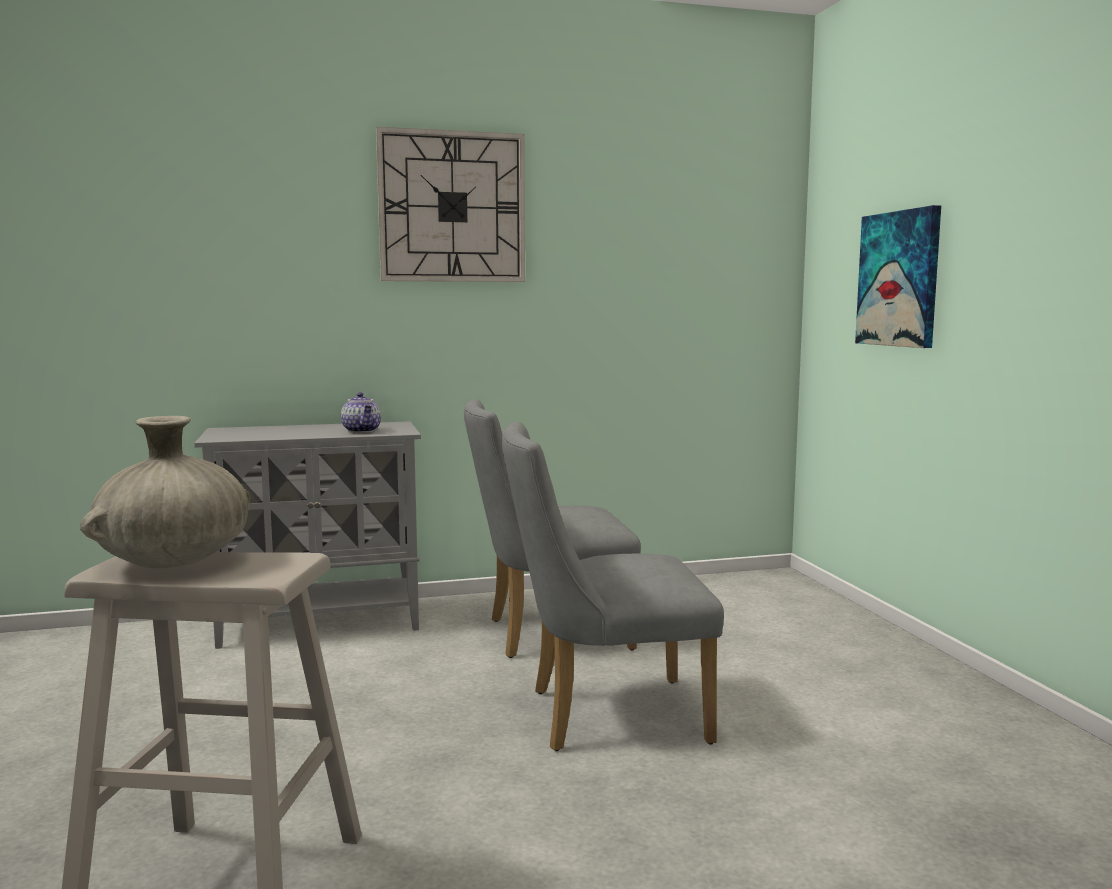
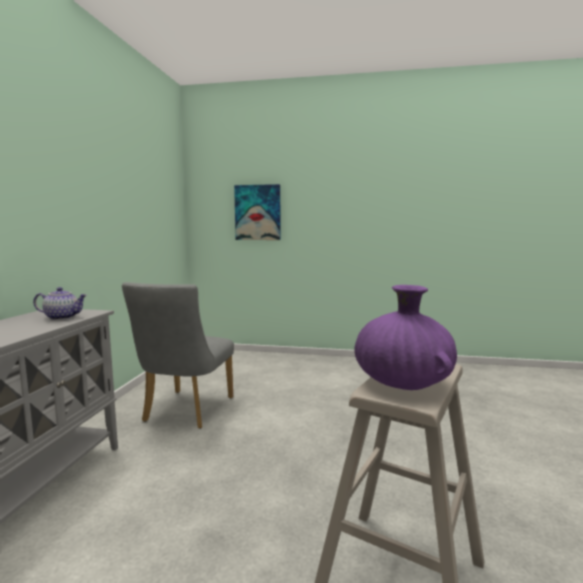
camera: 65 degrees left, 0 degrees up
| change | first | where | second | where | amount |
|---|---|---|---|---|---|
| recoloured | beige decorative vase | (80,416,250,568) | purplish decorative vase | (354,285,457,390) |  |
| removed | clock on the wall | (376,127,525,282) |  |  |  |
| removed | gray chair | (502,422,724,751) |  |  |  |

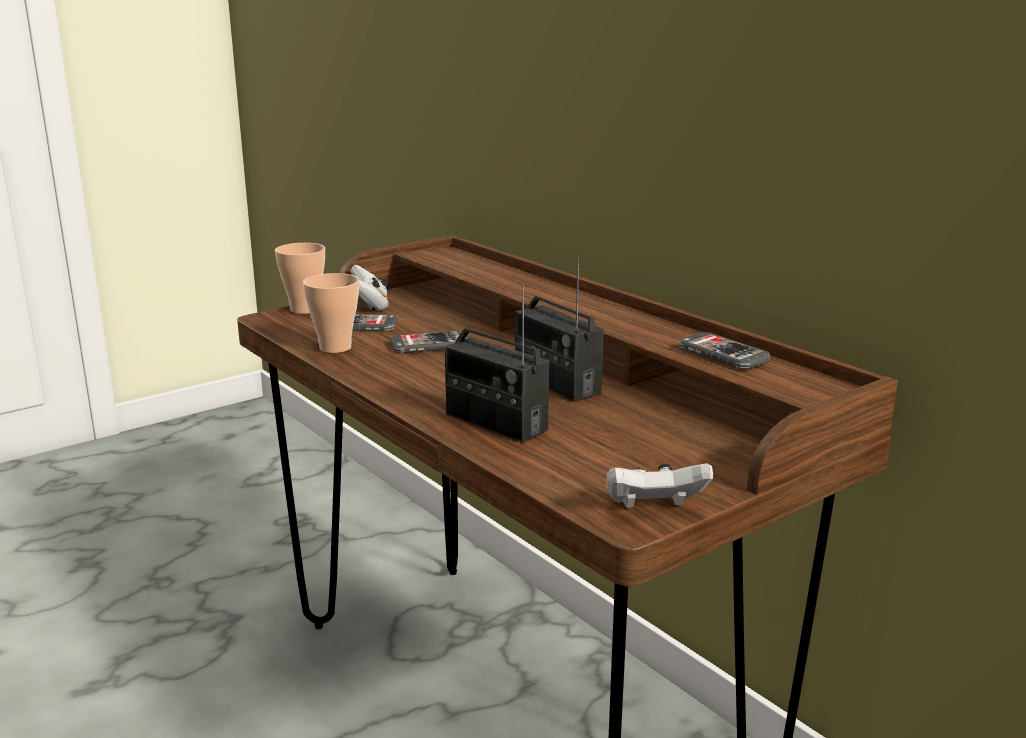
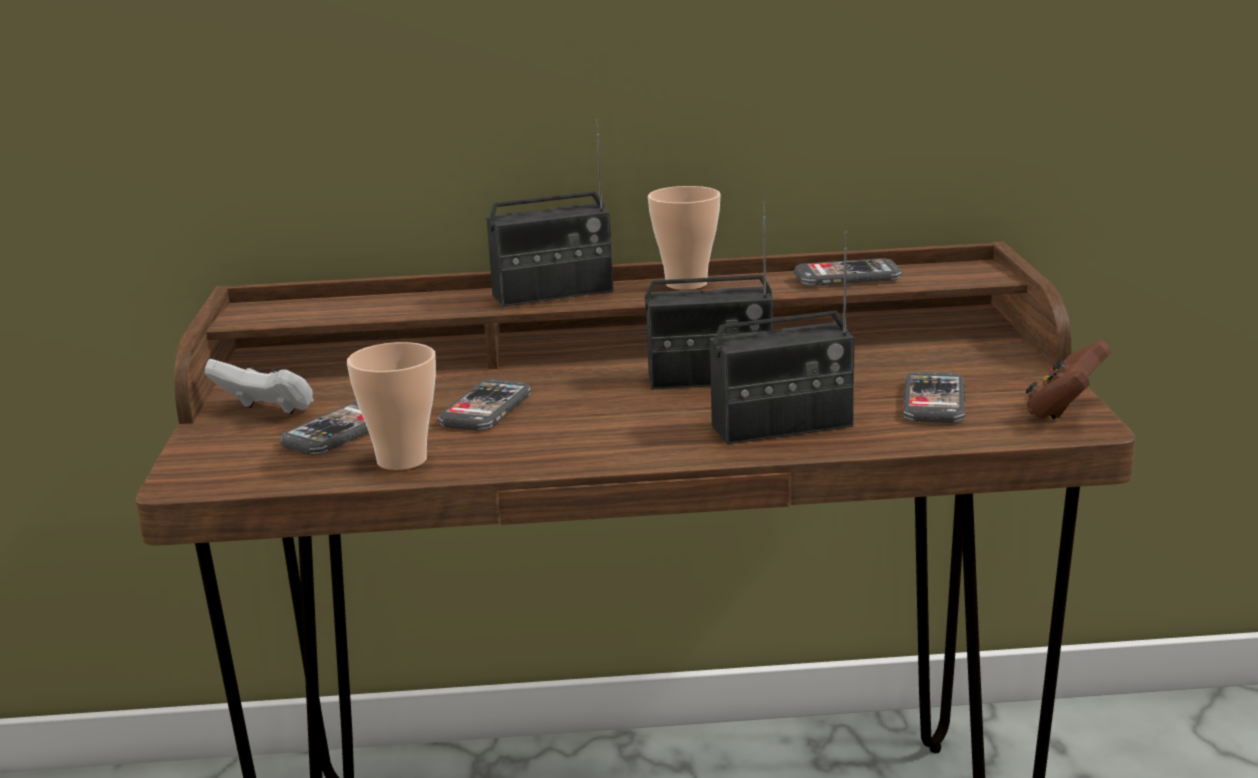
camera: 55 degrees left, 0 degrees up
| change | first | where | second | where | amount |
|---|---|---|---|---|---|
| added |  |  | radio | (486,119,613,307) |  |
| moved | cup | (275,243,325,314) |  | (648,186,721,290) |  |
| added |  |  | phone | (903,372,965,423) |  |
| recoloured | white-coloured joypad | (606,463,713,508) | brown-coloured joypad | (1026,340,1111,420) |  |

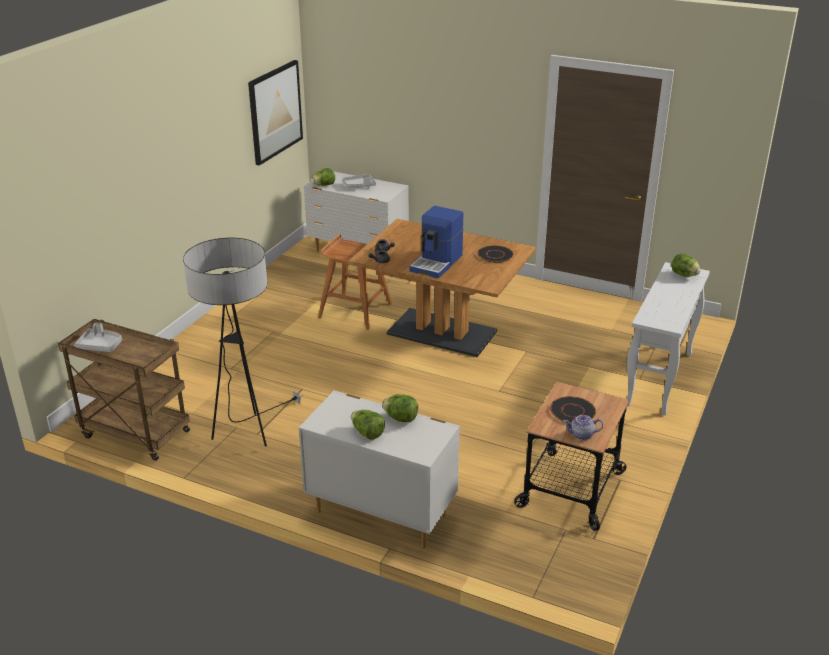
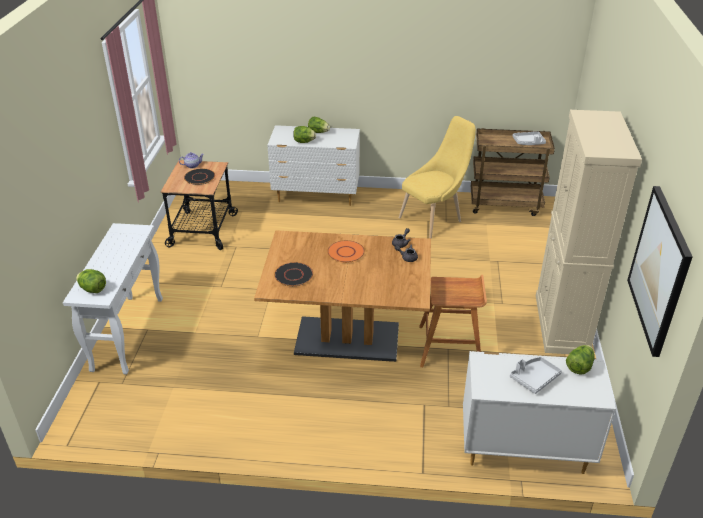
camera: 160 degrees right, 5 degrees up
| change | first | where | second | where | amount |
|---|---|---|---|---|---|
| replaced | coffee brewer | (410,206,464,278) | orange-coloured dinner plate | (327,240,365,263) |  |
| replaced | standing lamp | (183,238,303,447) | yellowish chair | (399,116,476,238) |  |
| added |  |  | beige cupboard | (536,110,642,354) |  |

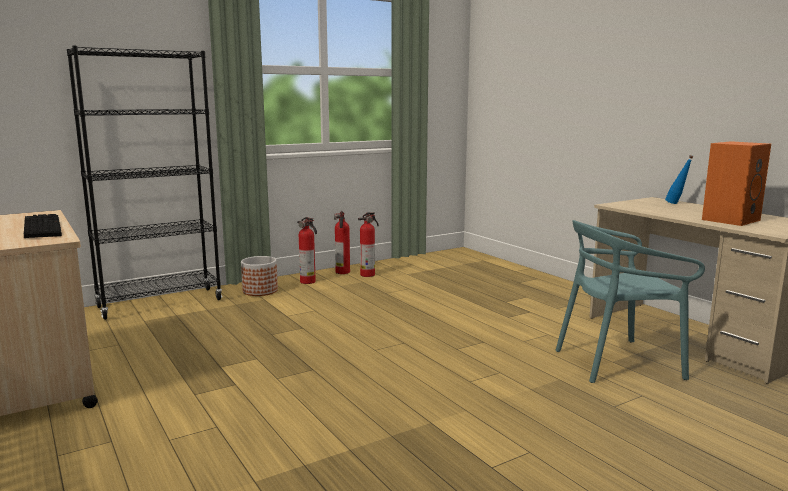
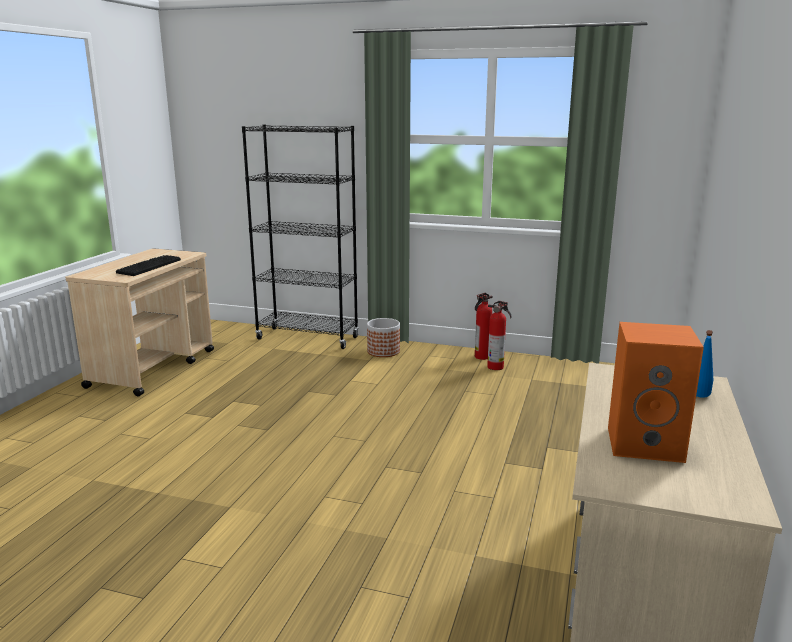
camera: 50 degrees right, 5 degrees up
| change | first | where | second | where | amount |
|---|---|---|---|---|---|
| removed | fire-fighting cylinder | (297,217,317,284) |  |  |  |
| removed | turquoise chair | (556,220,705,383) |  |  |  |

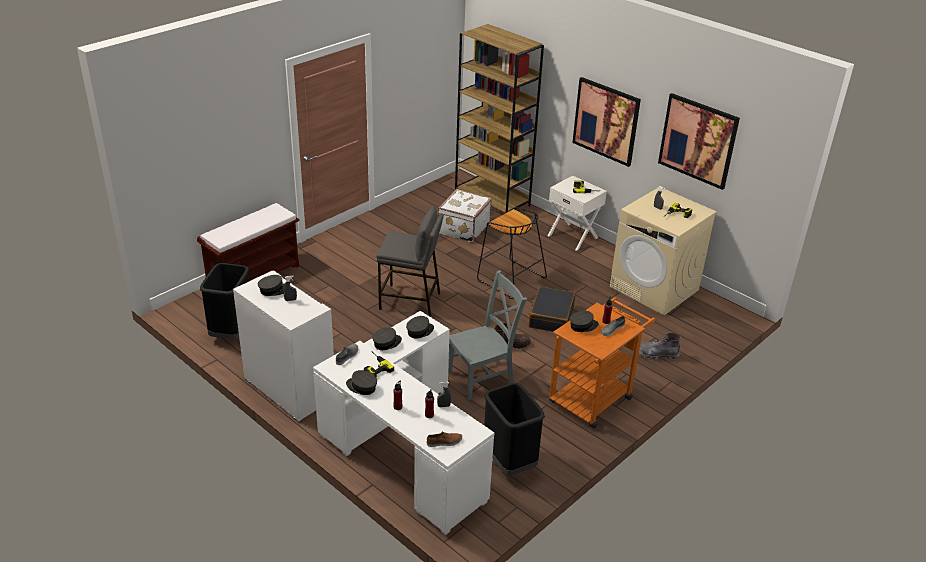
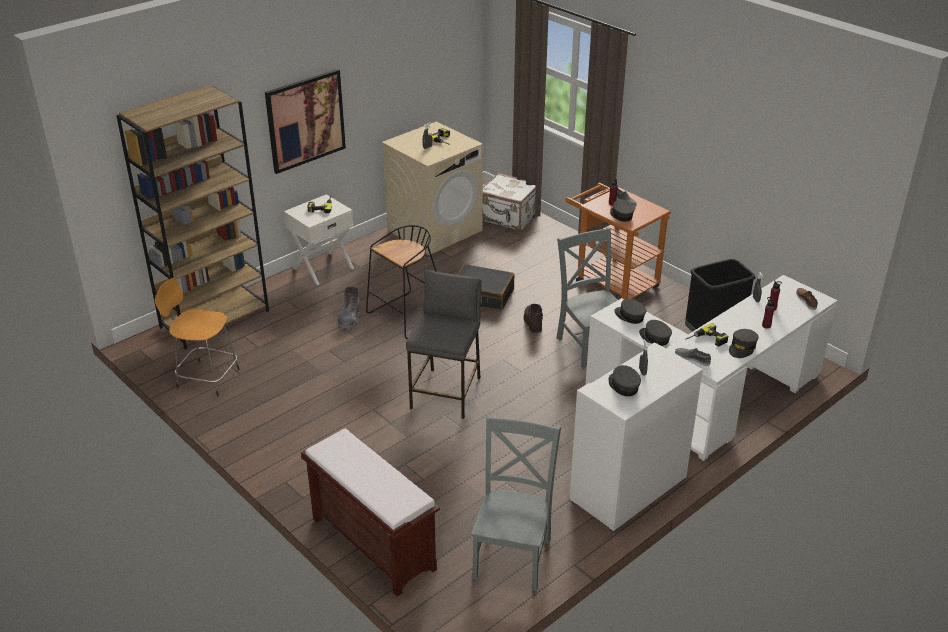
camera: 85 degrees left, 0 degrees up
| change | first | where | second | where | amount |
|---|---|---|---|---|---|
| added |  |  | orange-coloured stool | (155,278,240,397) |  |
| moved | gray high-top boot | (639,333,681,360) |  | (338,286,360,330) |  |
| replaced | blackish trash can | (200,263,249,339) | gray chair | (471,415,561,591) |  |
| moved | white-coloured travel case | (438,189,492,243) |  | (483,173,536,231) |  |
| removed | wall picture | (658,93,740,190) |  |  |  |

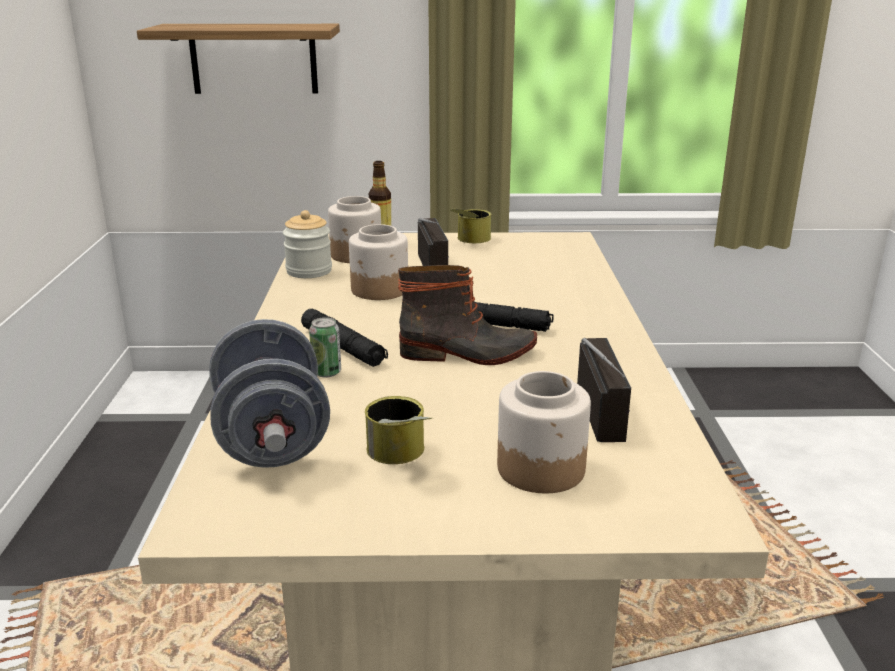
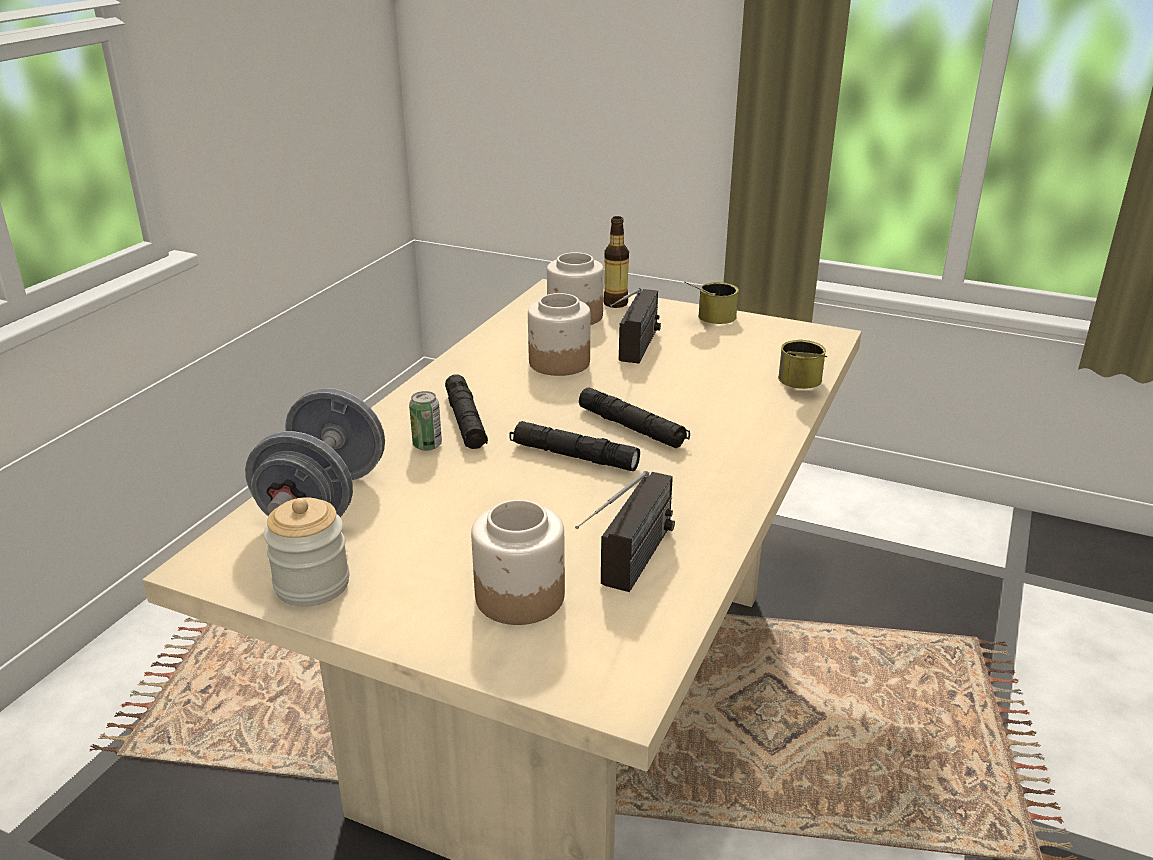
camera: 25 degrees right, 5 degrees up
| change | first | where | second | where | amount |
|---|---|---|---|---|---|
| moved | jar | (283,210,332,278) |  | (264,497,349,607) |  |
| replaced | high-top boot | (398,265,537,365) | blackish torch | (509,421,640,471) |  |
| moved | can | (365,396,432,464) |  | (778,340,827,389) |  |
| removed | bracket shelf | (137,24,340,94) |  |  |  |

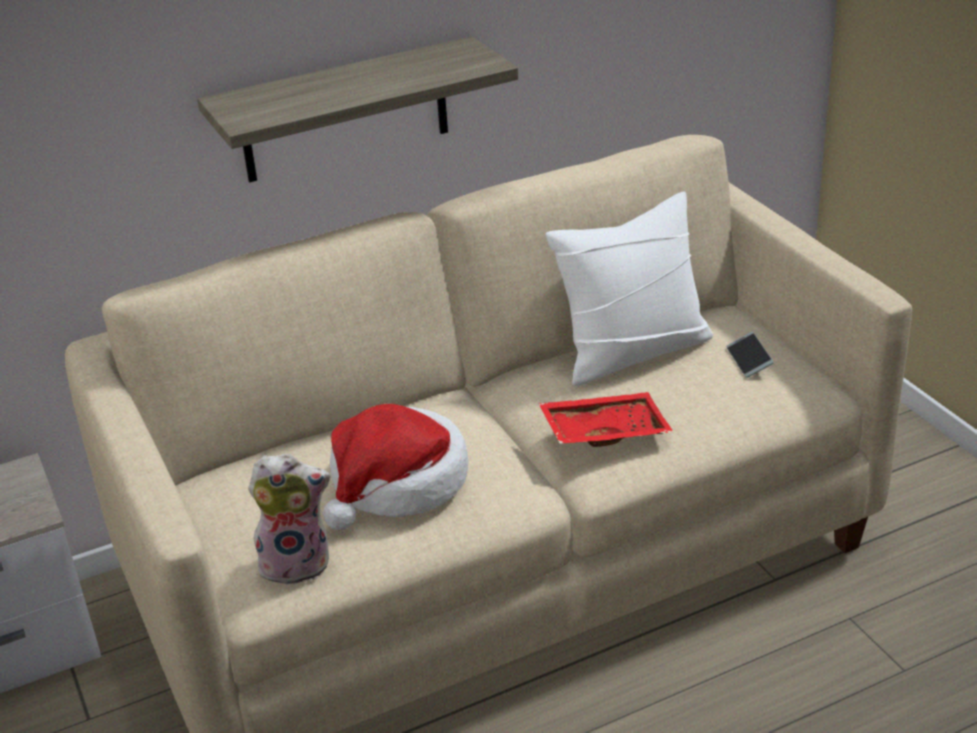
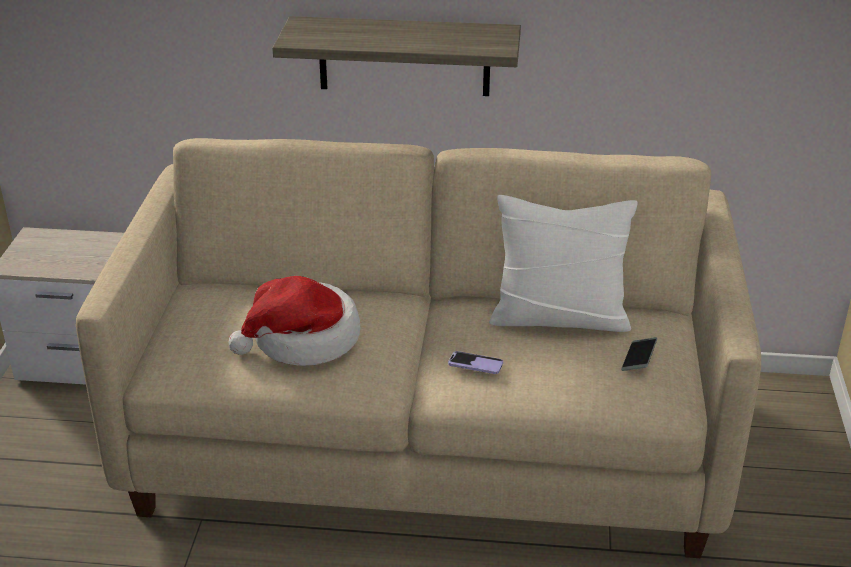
camera: 30 degrees right, 0 degrees up
| change | first | where | second | where | amount |
|---|---|---|---|---|---|
| replaced | reddish serving tray | (538,392,673,447) | phone | (448,351,503,374) |  |
| removed | soft toy | (248,454,330,585) |  |  |  |

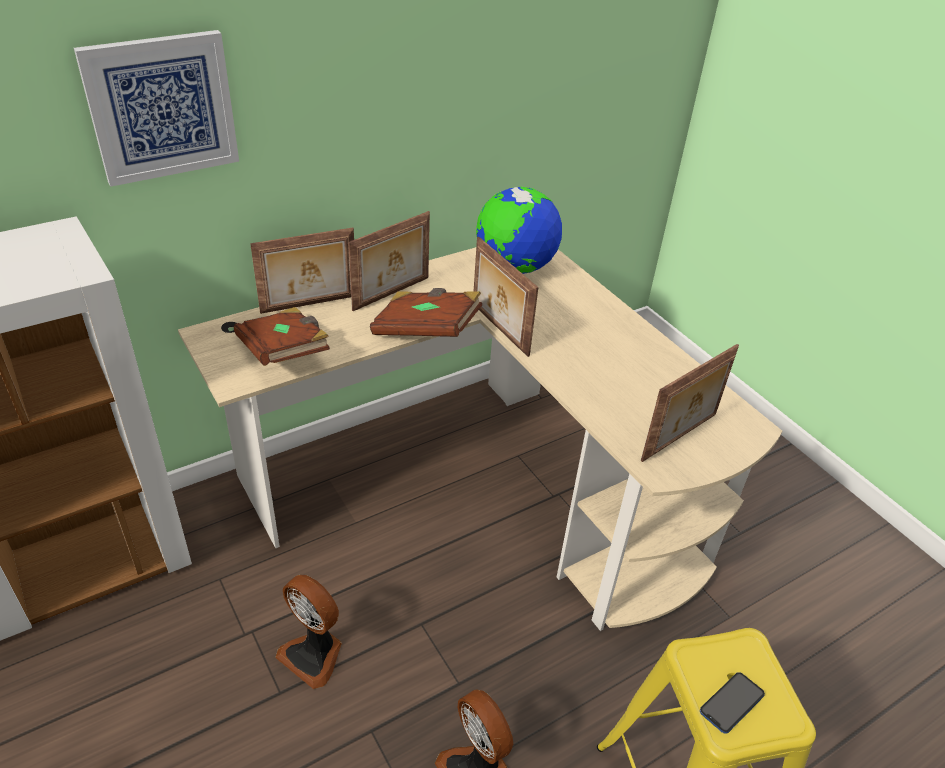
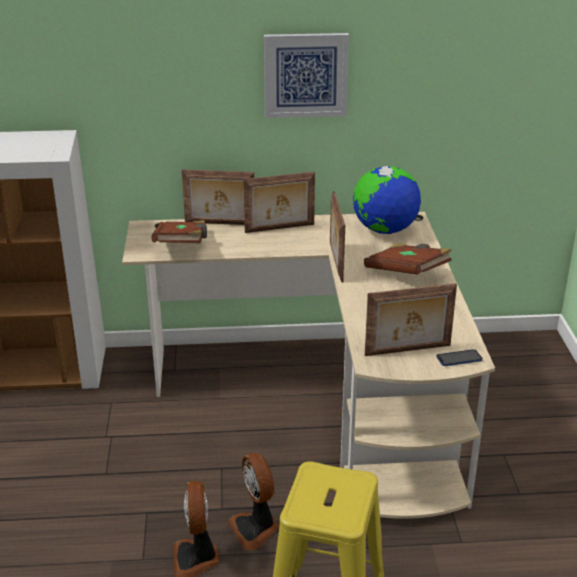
camera: 30 degrees right, 10 degrees down
| change | first | where | second | where | amount |
|---|---|---|---|---|---|
| moved | electric fan | (275,575,342,689) |  | (228,452,279,550) |  |
| moved | wall picture | (74,30,239,187) |  | (264,33,349,118) |  |
| moved | brown-coloured volume | (370,288,482,337) |  | (364,243,452,275) |  |
| moved | phone | (700,672,765,734) |  | (437,349,483,366) |  |

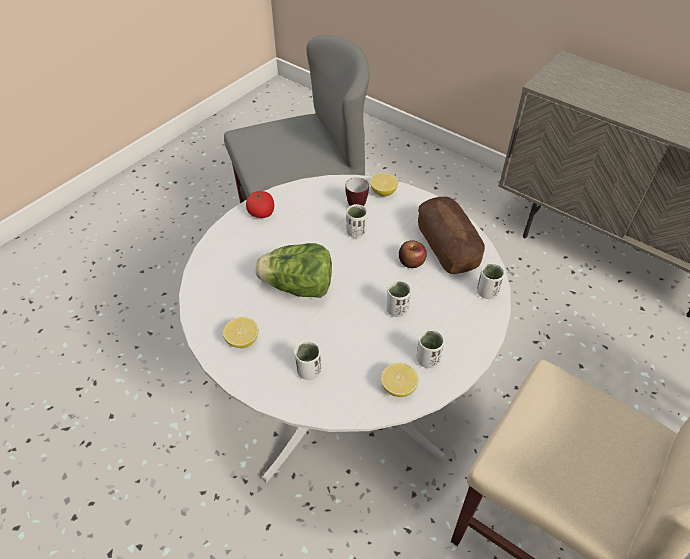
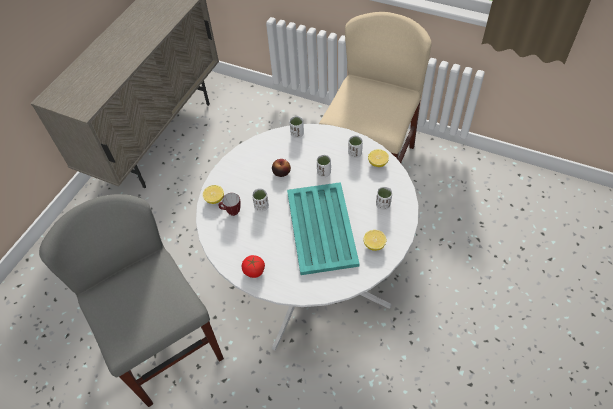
camera: 100 degrees left, 5 degrees up
| change | first | where | second | where | amount |
|---|---|---|---|---|---|
| replaced | lettuce | (255,243,332,298) | turquoise serving tray | (287,182,360,275) |  |
| removed | bakery bread | (418,197,485,274) |  |  |  |

